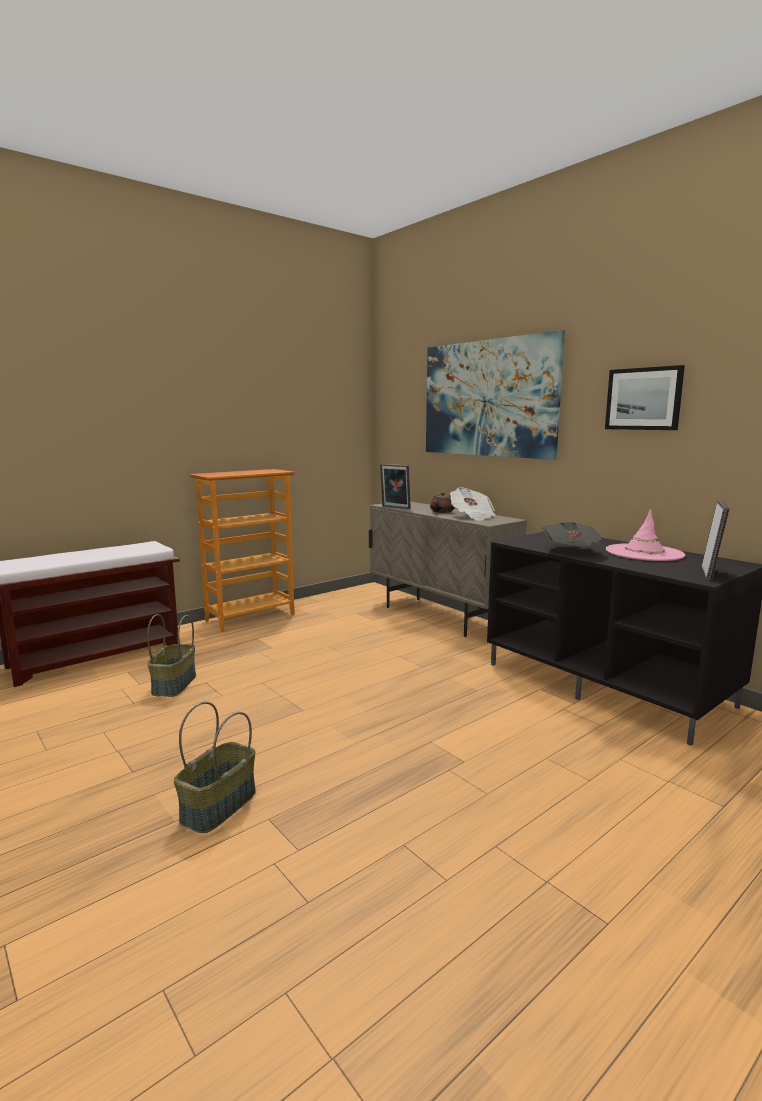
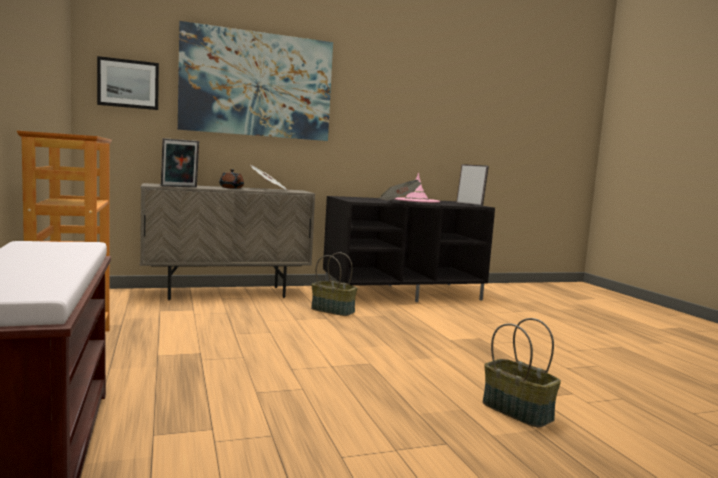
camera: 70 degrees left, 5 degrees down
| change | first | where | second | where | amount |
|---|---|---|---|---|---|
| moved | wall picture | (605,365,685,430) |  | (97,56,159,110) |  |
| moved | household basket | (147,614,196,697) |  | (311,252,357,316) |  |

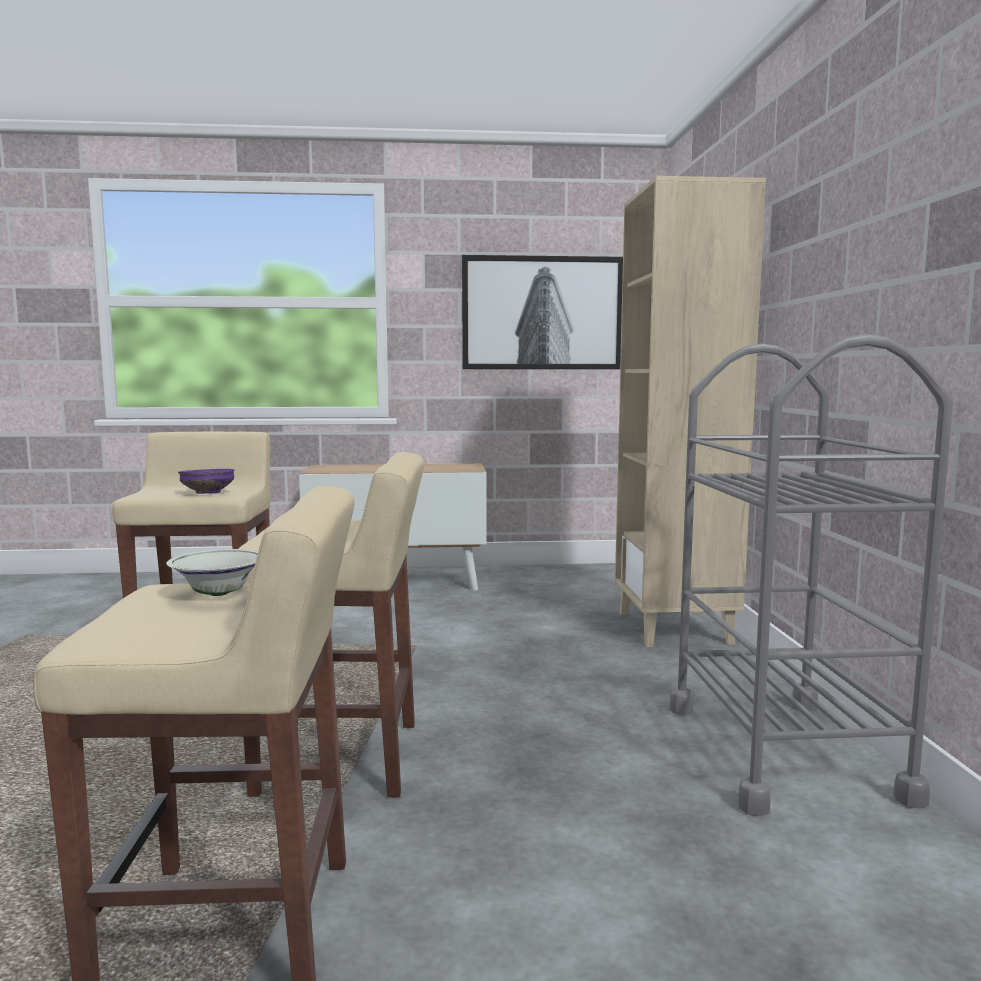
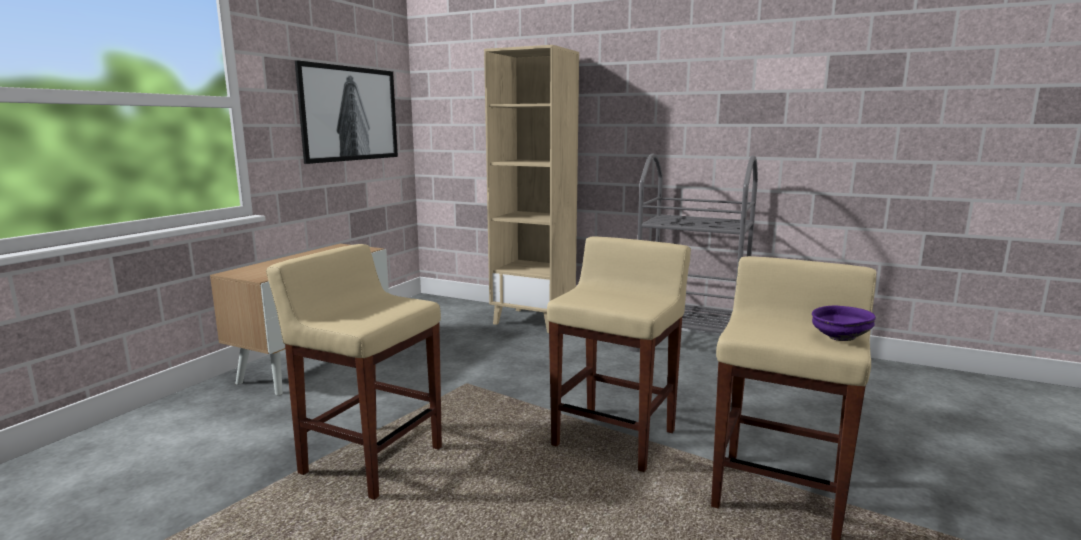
camera: 60 degrees left, 5 degrees up
| change | first | where | second | where | amount |
|---|---|---|---|---|---|
| moved | purplish deep dish | (178,469,234,494) |  | (812,306,876,341) |  |
| removed | white-coloured deep dish | (166,549,258,596) |  |  |  |

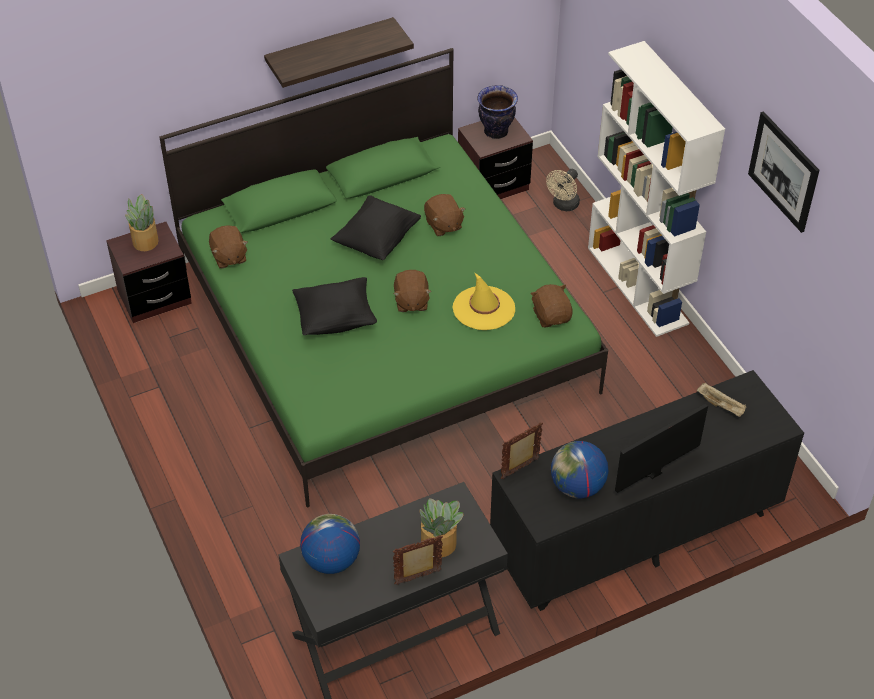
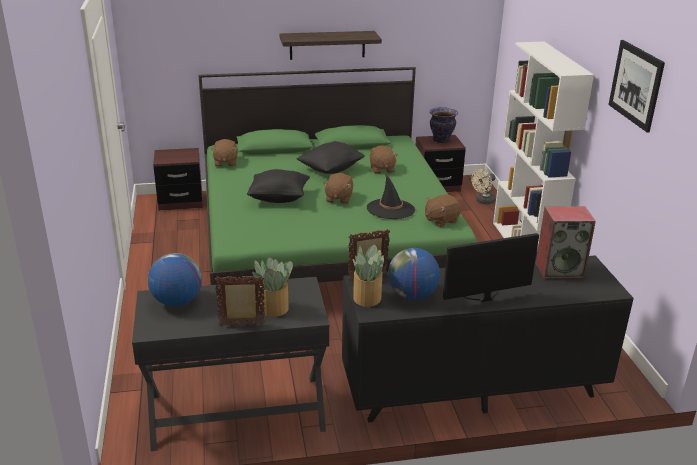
camera: 15 degrees right, 20 degrees down
| change | first | where | second | where | amount |
|---|---|---|---|---|---|
| moved | plant in a pot | (125,194,159,251) |  | (353,244,384,307) |  |
| recoloured | yellowish hat | (453,273,515,330) | blackish hat | (367,174,415,219) |  |
| turned | brown-coloured soft toy | (530,284,573,327) |  | (425,195,461,227) | 120 degrees counterclockwise |
| replaced | beige serving tray | (697,383,746,417) | speaker | (536,206,596,279) |  |

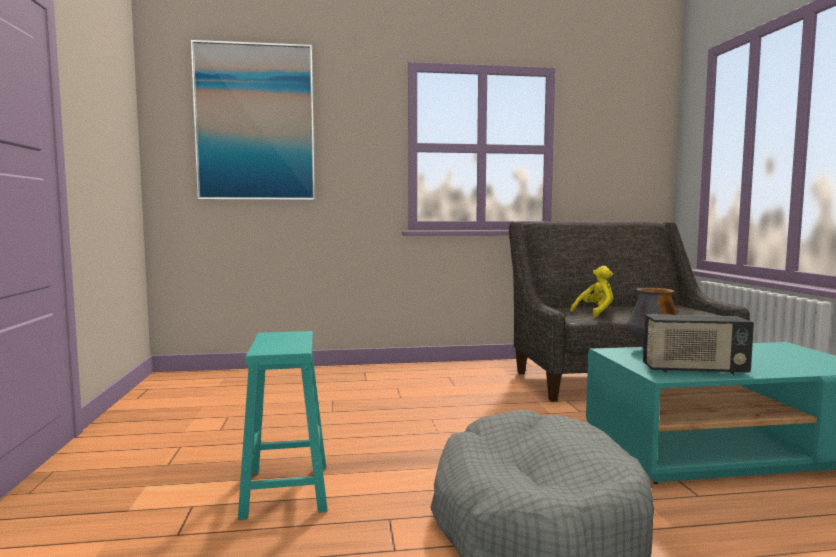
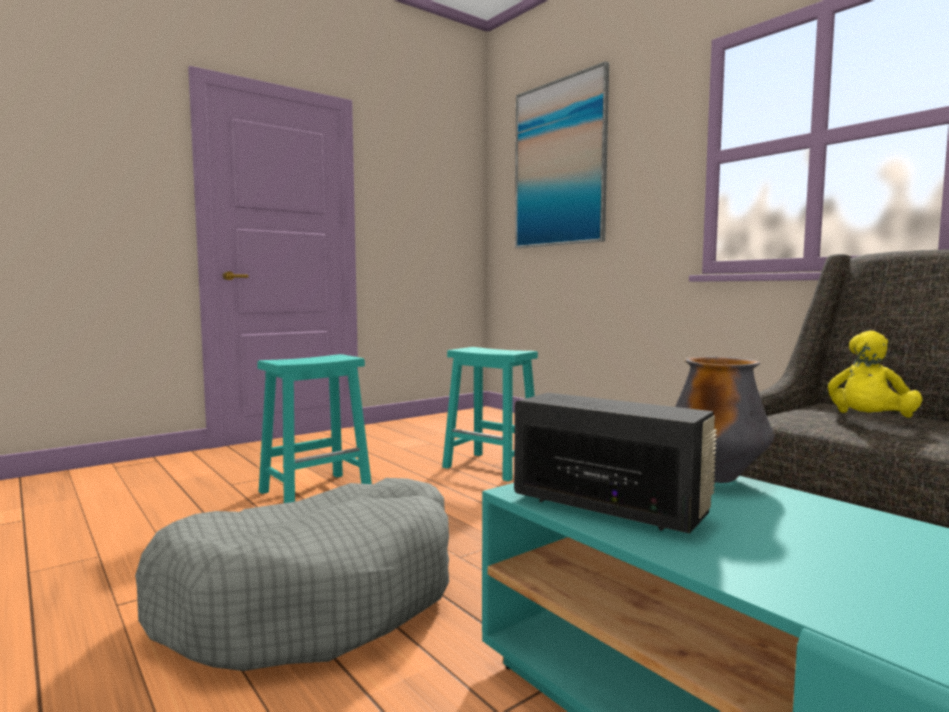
camera: 60 degrees right, 0 degrees up
| change | first | where | second | where | amount |
|---|---|---|---|---|---|
| added |  |  | turquoise stool | (442,347,538,482) |  |
| turned | radio | (643,314,754,374) |  | (514,393,717,534) | 150 degrees clockwise |
| turned | yellowish soft toy | (570,266,613,317) |  | (828,331,922,418) | 105 degrees clockwise |

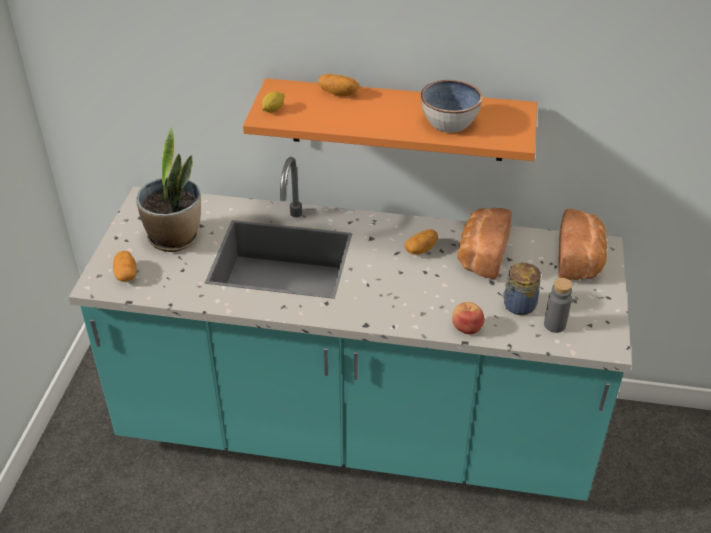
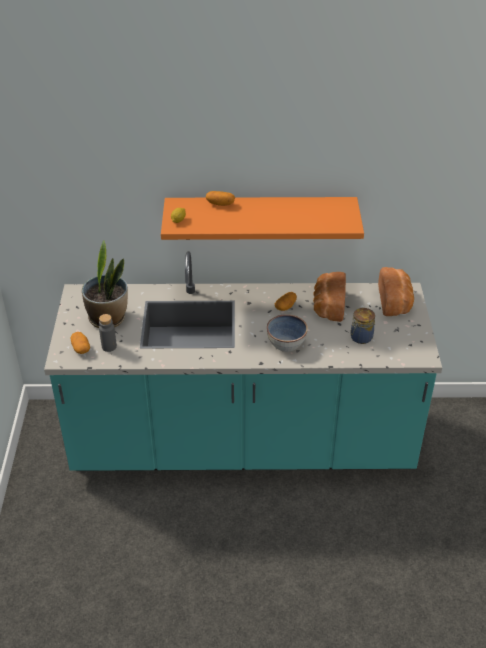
camera: 10 degrees left, 0 degrees up
| change | first | where | second | where | amount |
|---|---|---|---|---|---|
| moved | gray drink bottle | (544,278,572,333) |  | (99,314,117,352) |  |
| moved | deep dish | (421,80,483,133) |  | (267,314,308,352) |  |
| removed | apple fruit | (452,302,484,335) |  |  |  |

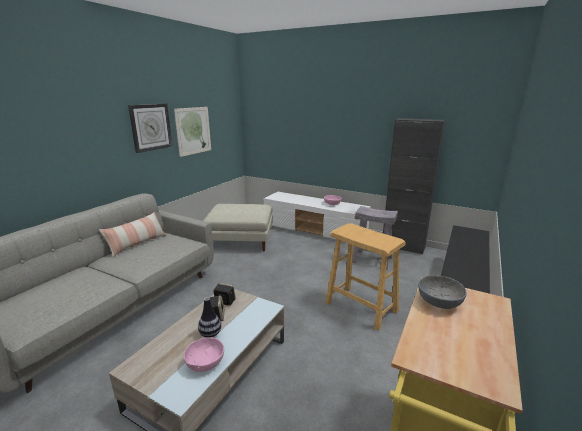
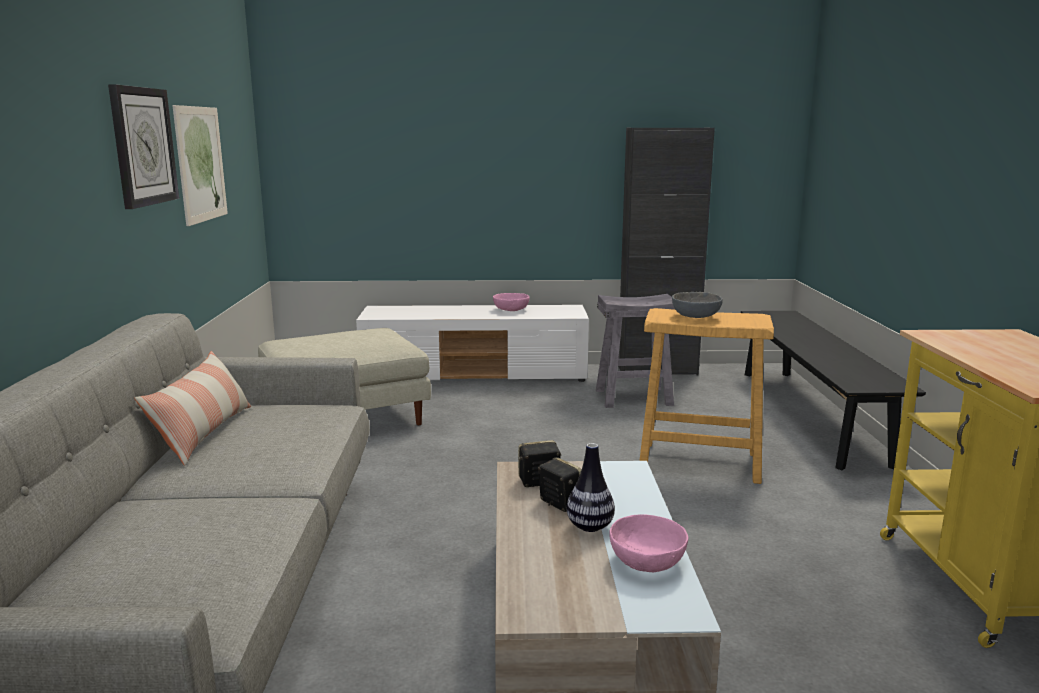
camera: 30 degrees left, 5 degrees down
| change | first | where | second | where | amount |
|---|---|---|---|---|---|
| moved | gray deep dish | (418,275,467,309) |  | (672,292,723,318) |  |

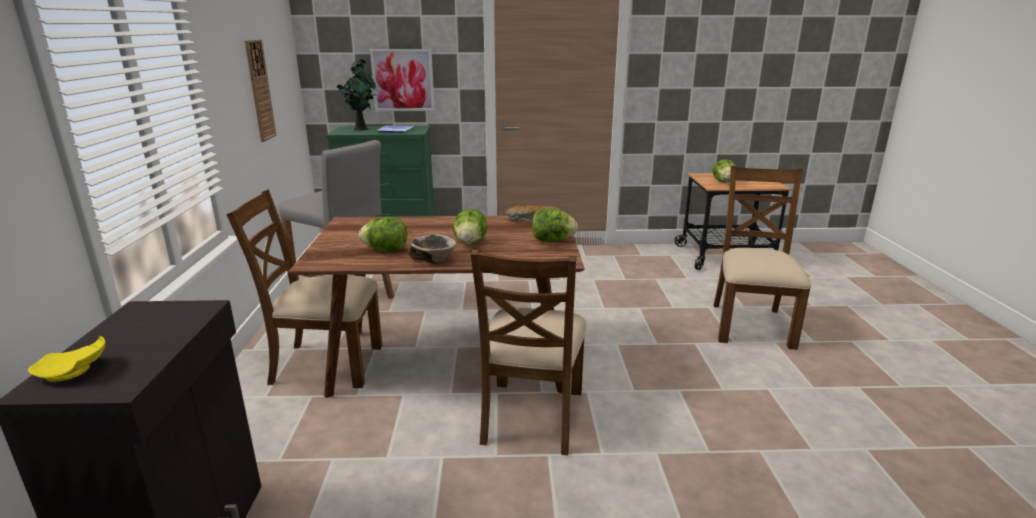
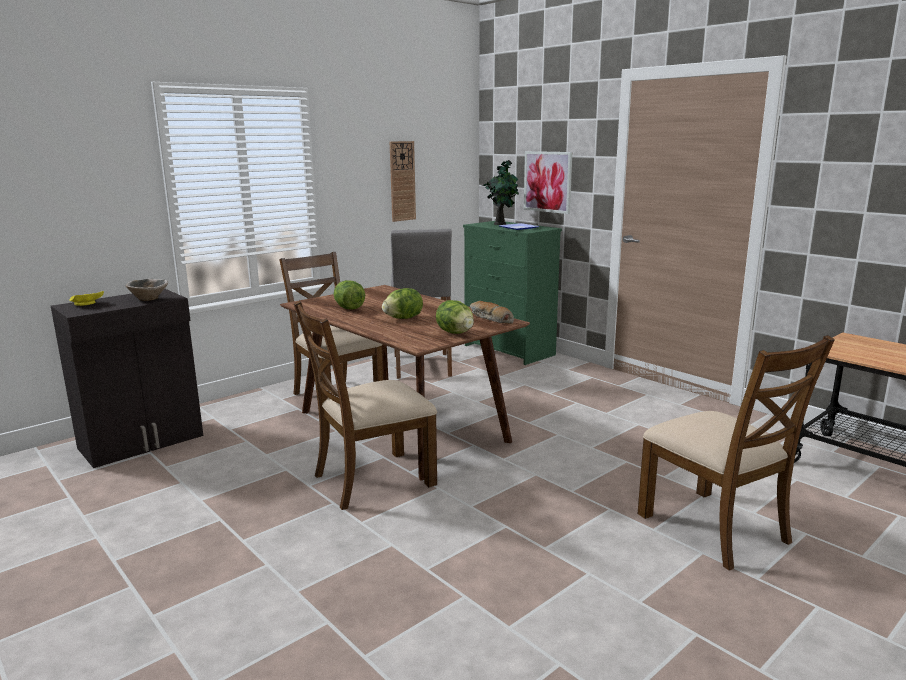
camera: 50 degrees right, 5 degrees down
| change | first | where | second | where | amount |
|---|---|---|---|---|---|
| moved | deep dish | (408,234,457,264) |  | (126,279,168,301) |  |
| turned | brown-coloured chair | (713,166,811,350) |  | (637,335,835,571) | 90 degrees clockwise |
| removed | lettuce | (713,159,736,183) |  |  |  |

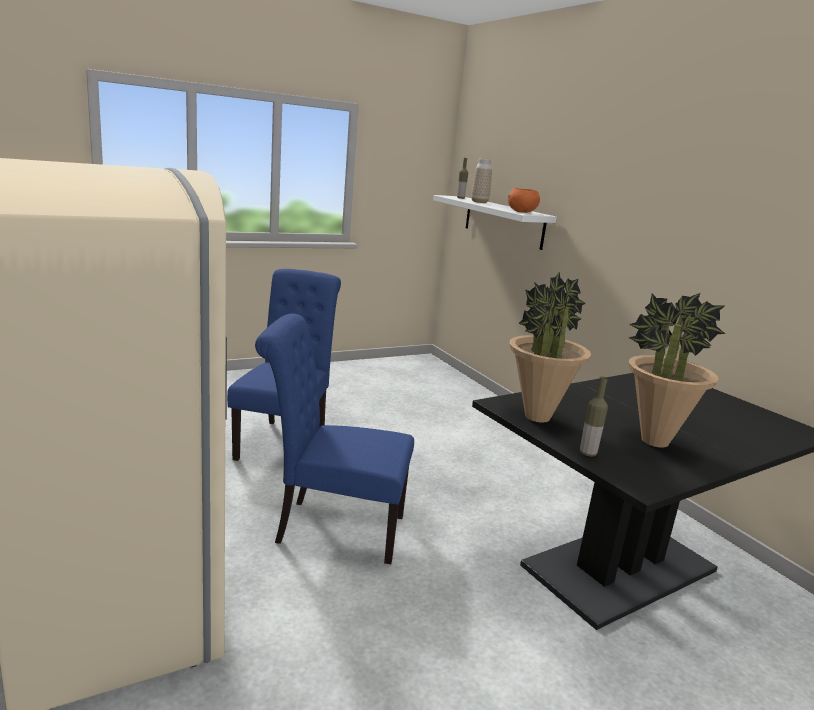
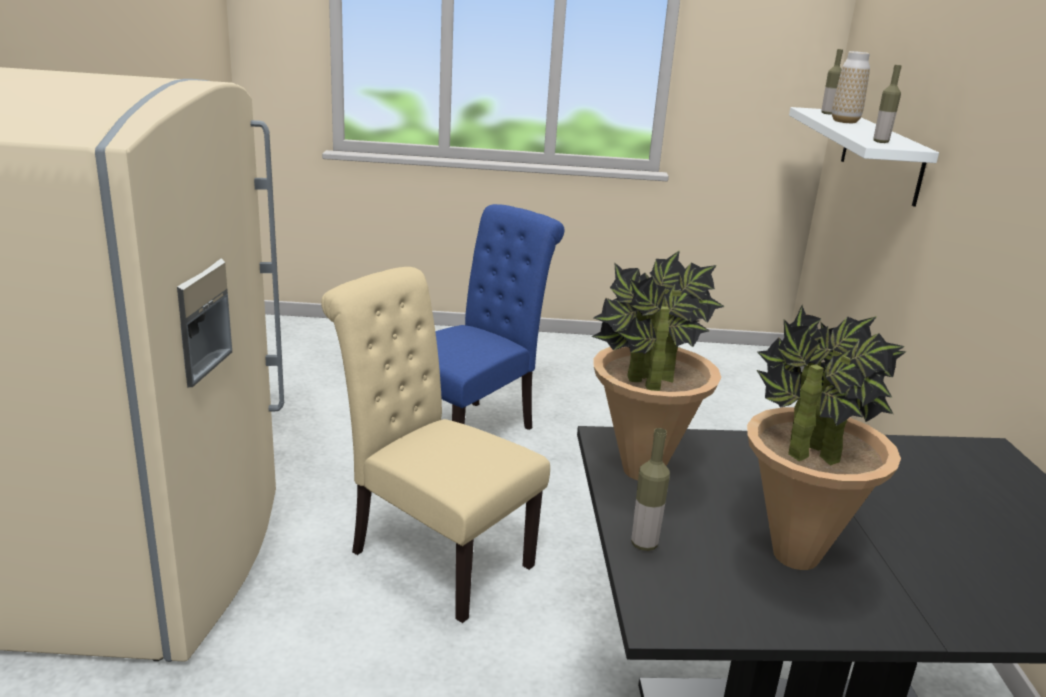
camera: 30 degrees right, 5 degrees up
| change | first | where | second | where | amount |
|---|---|---|---|---|---|
| recoloured | bluish chair | (255,314,414,564) | beige chair | (321,267,550,623) |  |
| replaced | orange-coloured deep dish | (508,188,540,213) | drink bottle | (873,65,902,143) |  |

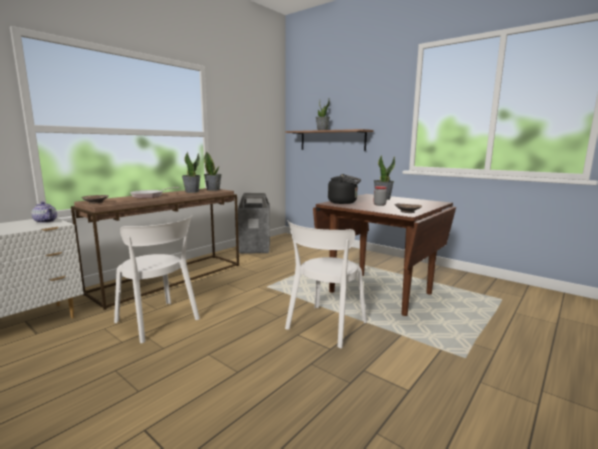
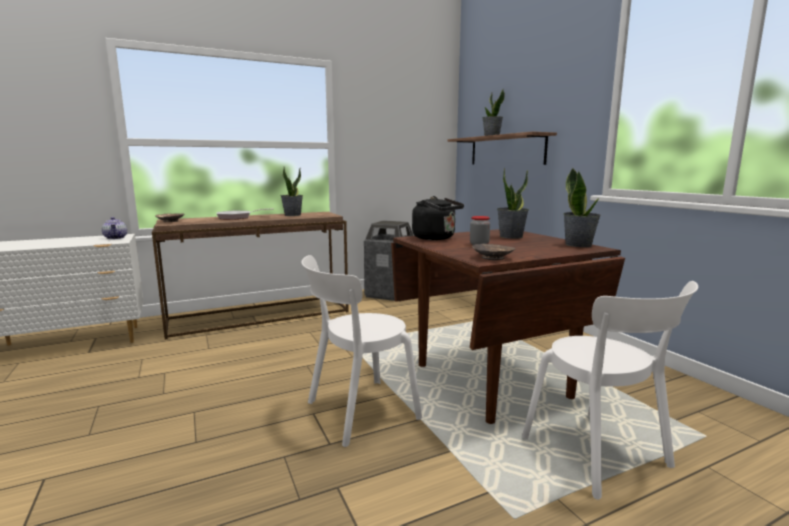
camera: 25 degrees right, 0 degrees up
| change | first | where | second | where | amount |
|---|---|---|---|---|---|
| moved | white-coloured chair | (114,216,200,343) |  | (522,281,698,500) |  |
| moved | plant in a pot | (204,151,222,191) |  | (563,168,601,247) |  |

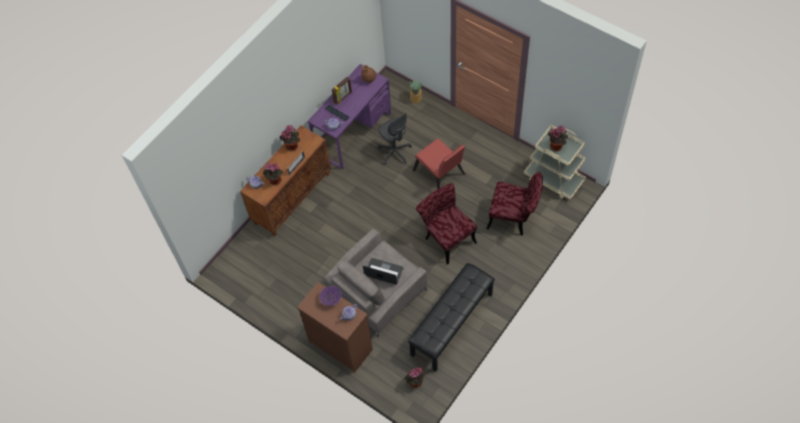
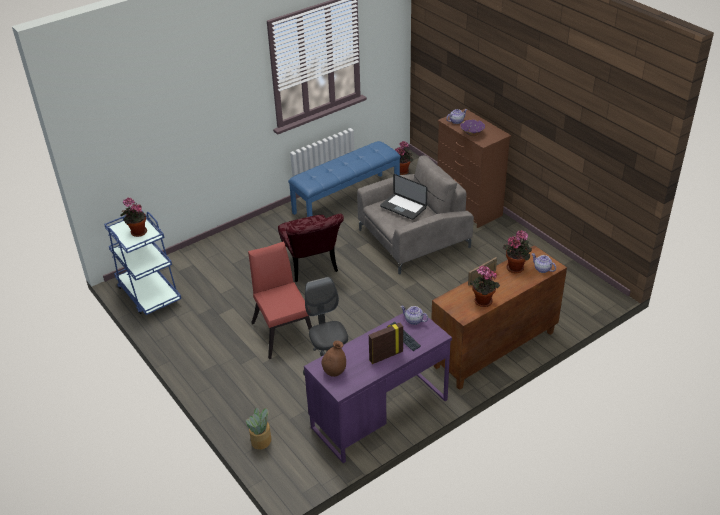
camera: 165 degrees left, 20 degrees down
| change | first | where | second | where | amount |
|---|---|---|---|---|---|
| recoloured | beige trolley | (524,125,586,200) | bluish trolley | (104,211,181,315) |  |
| recoloured | blackish indoor bench | (408,263,495,372) | bluish indoor bench | (288,141,401,217) |  |
| removed | reddish chair | (487,172,543,236) |  |  |  |

